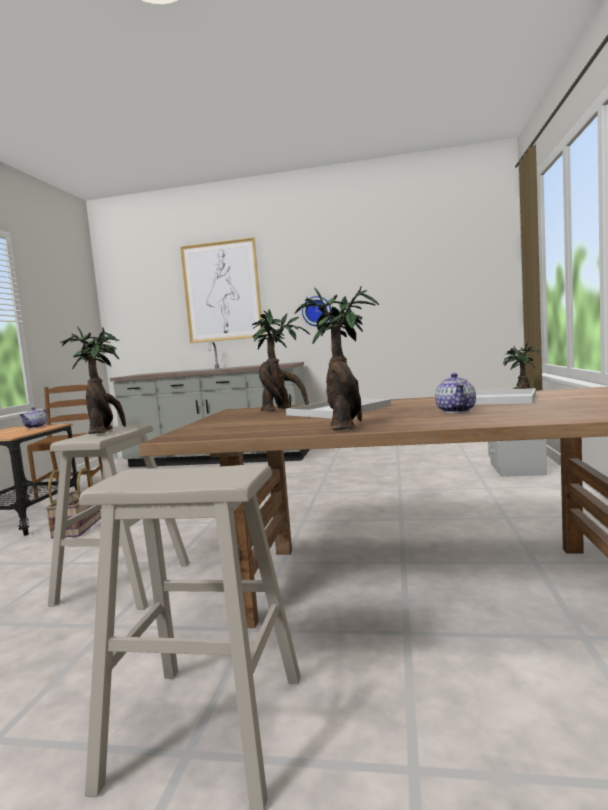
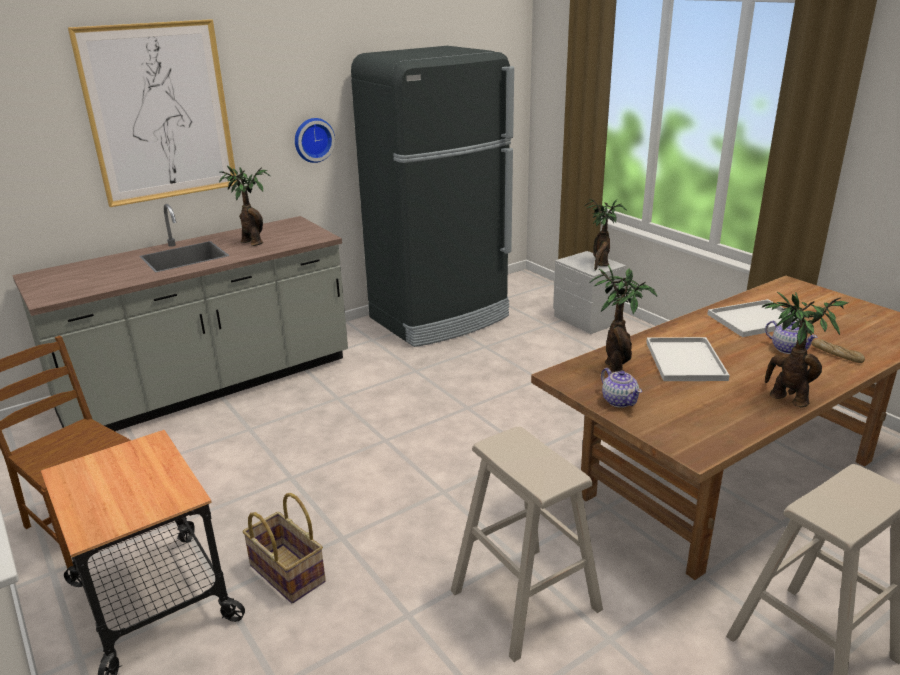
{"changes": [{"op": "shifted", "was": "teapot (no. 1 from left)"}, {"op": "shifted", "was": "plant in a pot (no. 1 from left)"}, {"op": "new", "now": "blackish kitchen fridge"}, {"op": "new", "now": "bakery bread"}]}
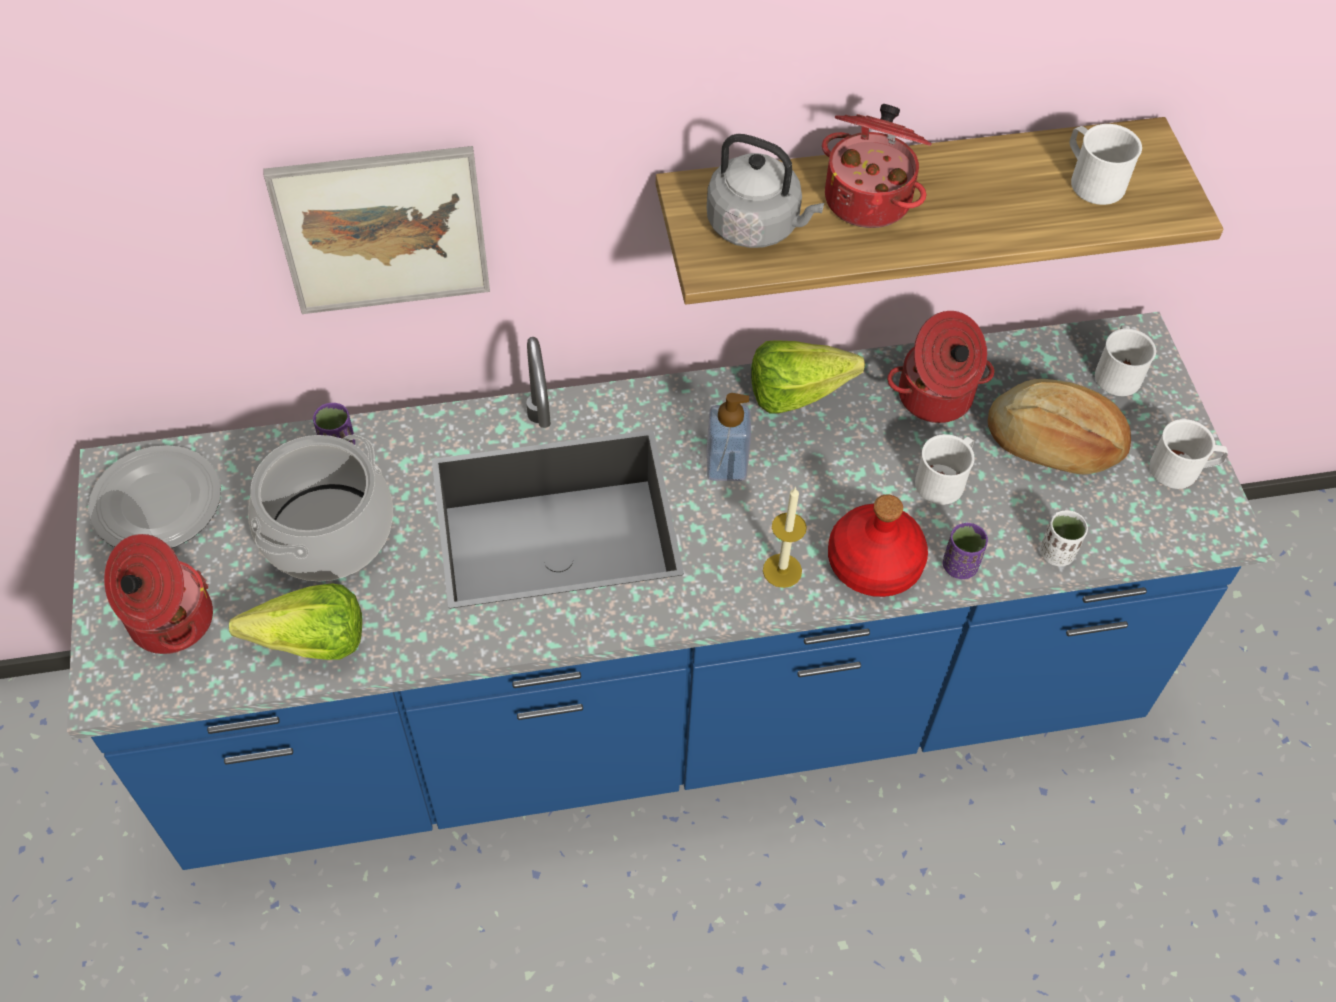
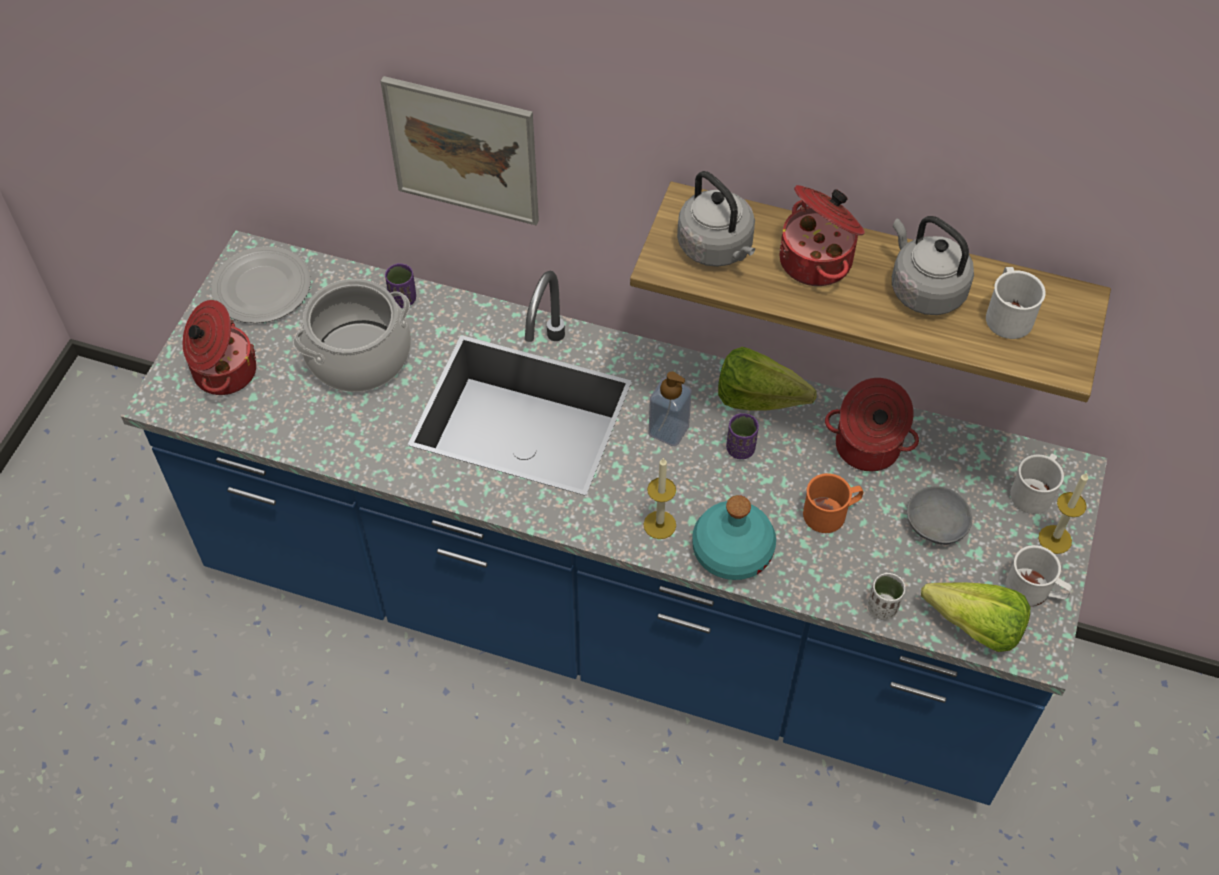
{"changes": [{"op": "shifted", "was": "head of lettuce (no. 1 from left in the first image)", "now": "head of lettuce (no. 2 from left)"}, {"op": "repainted", "was": "red beverage bottle", "now": "turquoise beverage bottle"}, {"op": "repainted", "was": "white coffee mug (no. 1 from left)", "now": "orangey coffee mug"}, {"op": "shifted", "was": "purple-coloured drinking cup (no. 2 from left)"}, {"op": "swapped", "was": "bakery bread", "now": "grey deep dish"}, {"op": "new", "now": "grey water kettle (no. 2 from left)"}, {"op": "new", "now": "candle (no. 2 from left)"}]}
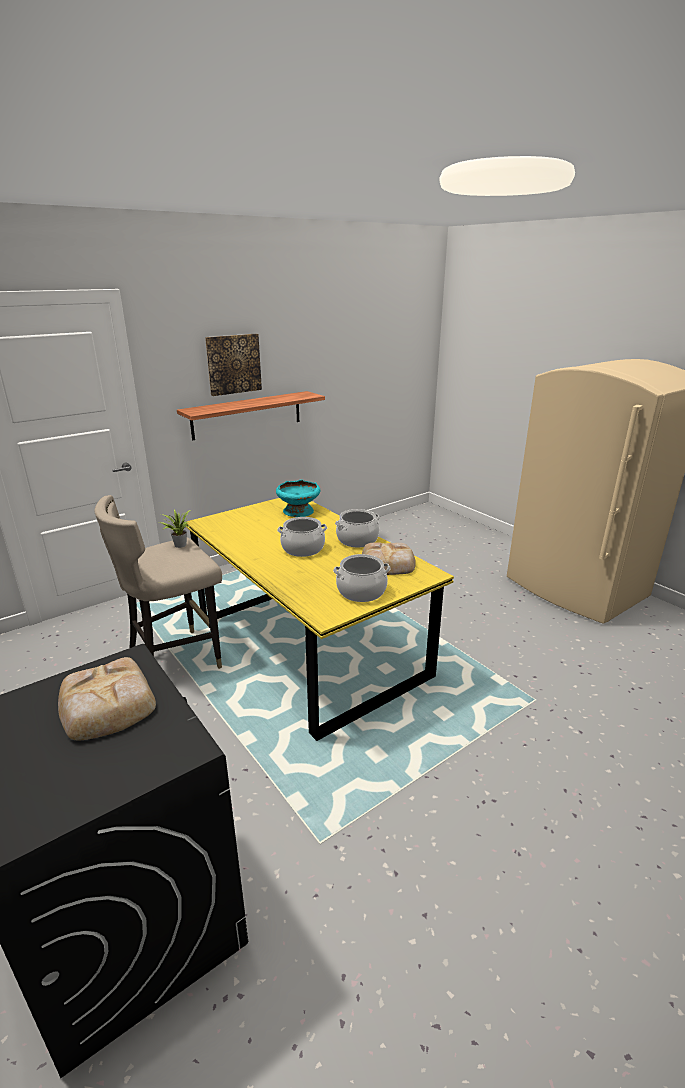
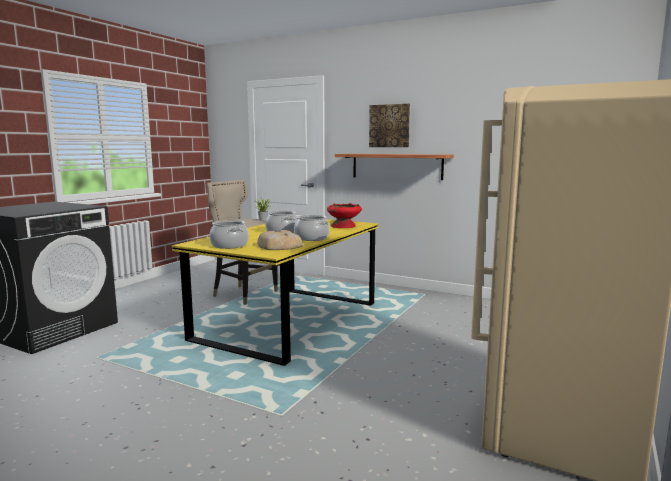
{"changes": [{"op": "gone", "was": "bakery bread (no. 1 from left)"}, {"op": "repainted", "was": "turquoise deep dish", "now": "red deep dish"}]}
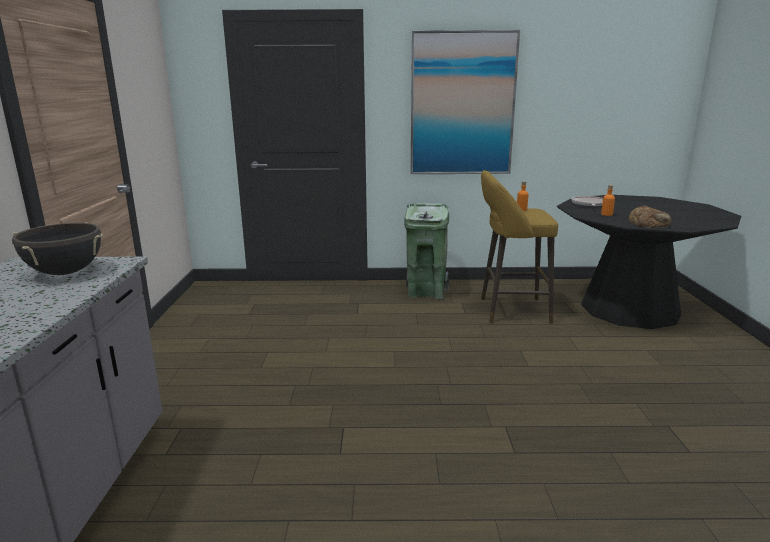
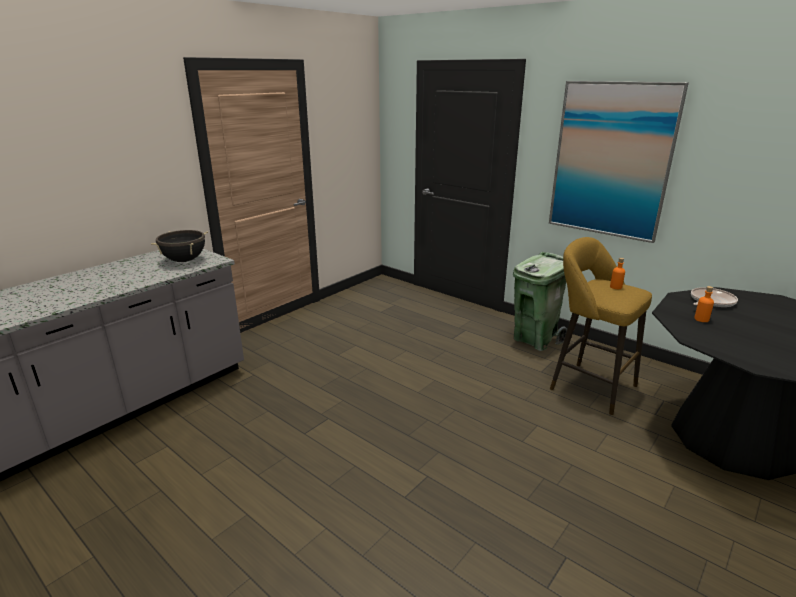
{"changes": [{"op": "gone", "was": "bakery bread"}]}
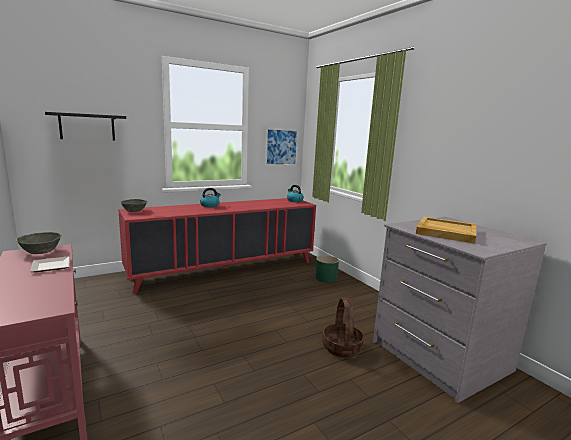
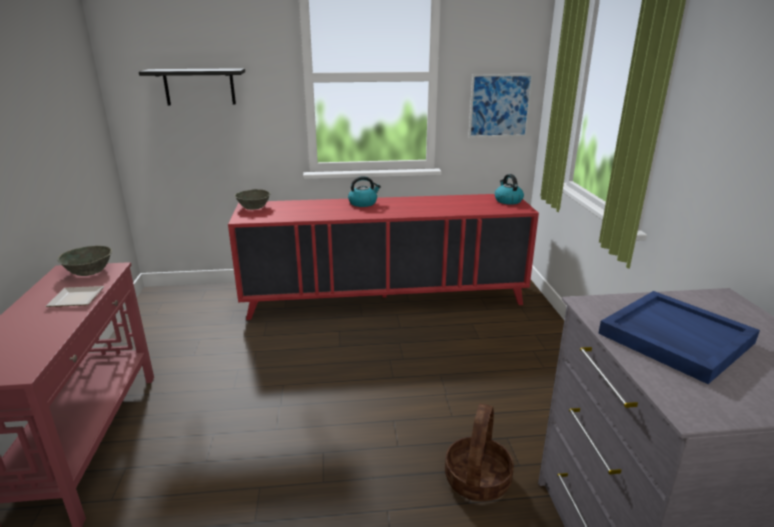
{"changes": [{"op": "gone", "was": "green plant pot"}, {"op": "repainted", "was": "beige serving tray", "now": "blue serving tray"}]}
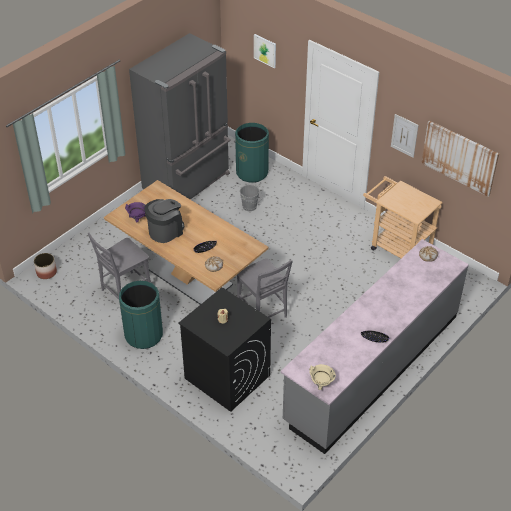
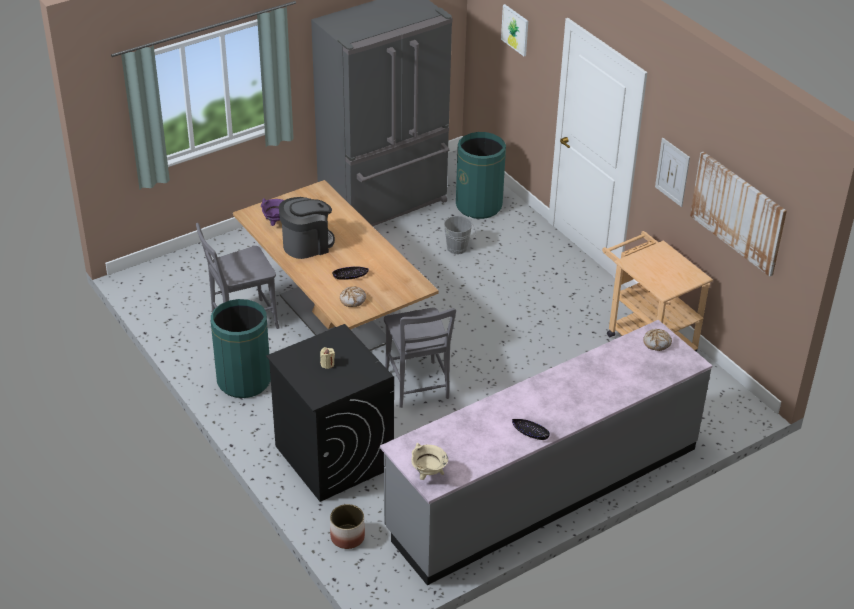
{"changes": [{"op": "shifted", "was": "plant pot"}]}
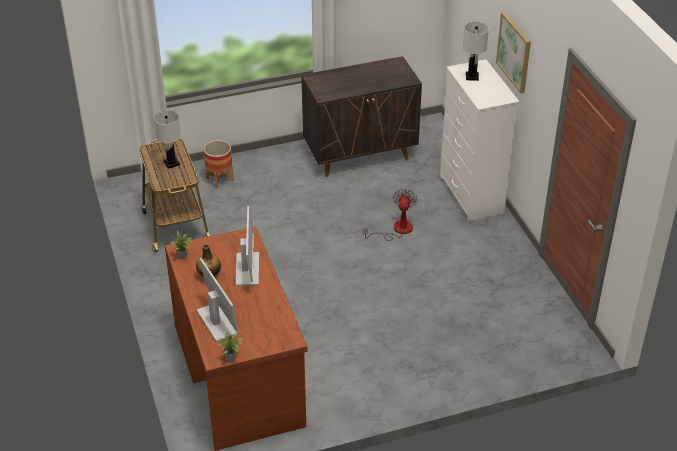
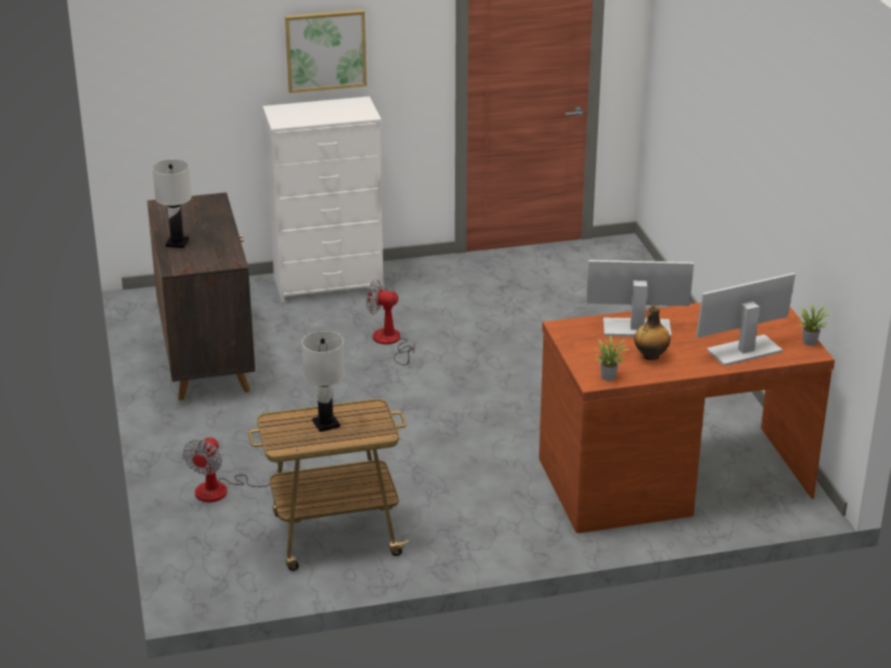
{"changes": [{"op": "swapped", "was": "plant pot", "now": "cooling fan (no. 1 from left)"}, {"op": "shifted", "was": "white tabletop lamp (no. 2 from left in the first image)", "now": "white tabletop lamp (no. 1 from left)"}]}
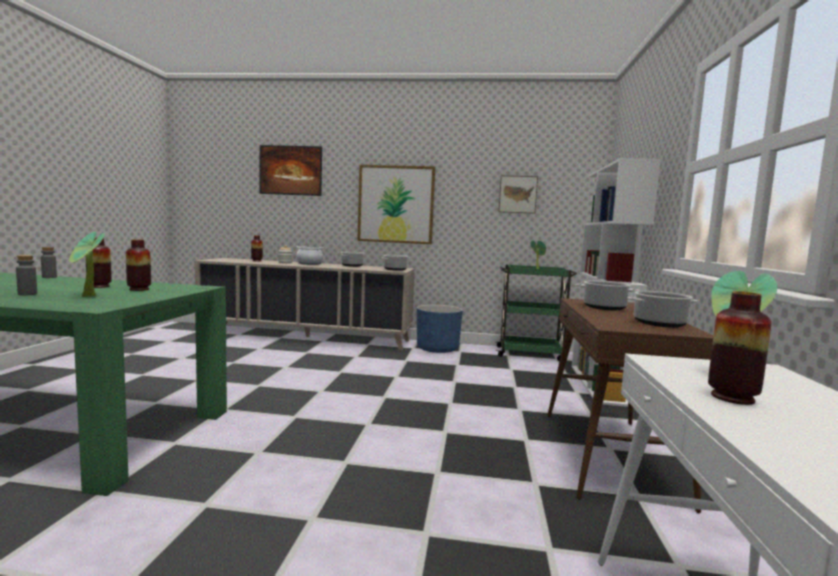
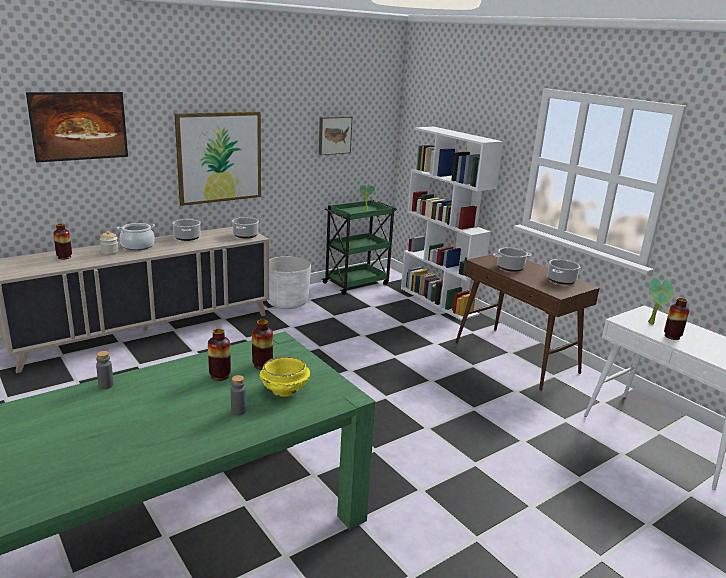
{"changes": [{"op": "swapped", "was": "plant in a pot (no. 1 from left)", "now": "yellow-coloured deep dish"}, {"op": "repainted", "was": "blue plant pot", "now": "white plant pot"}]}
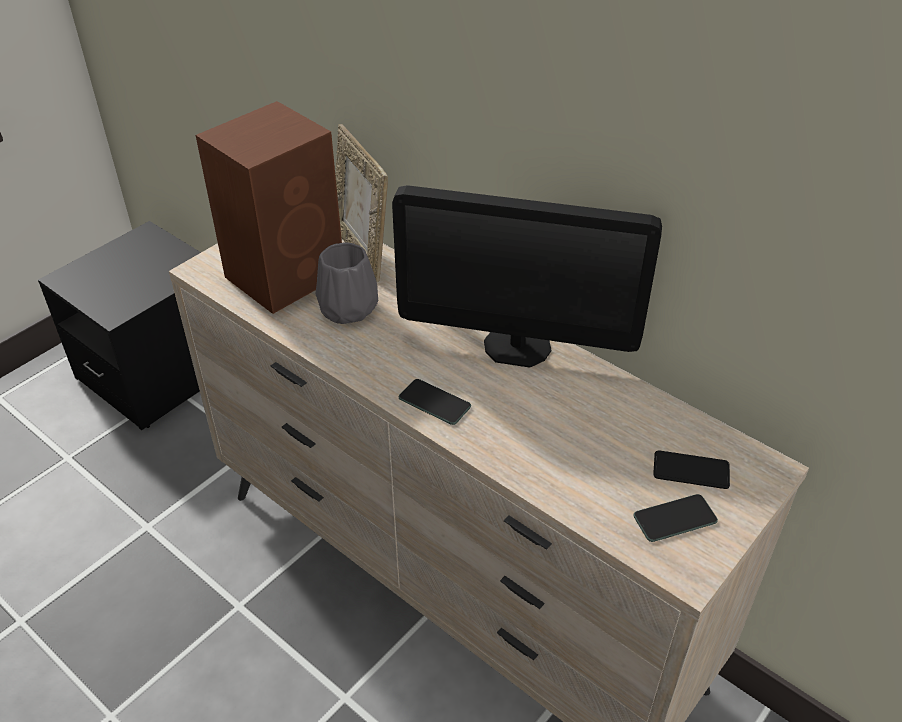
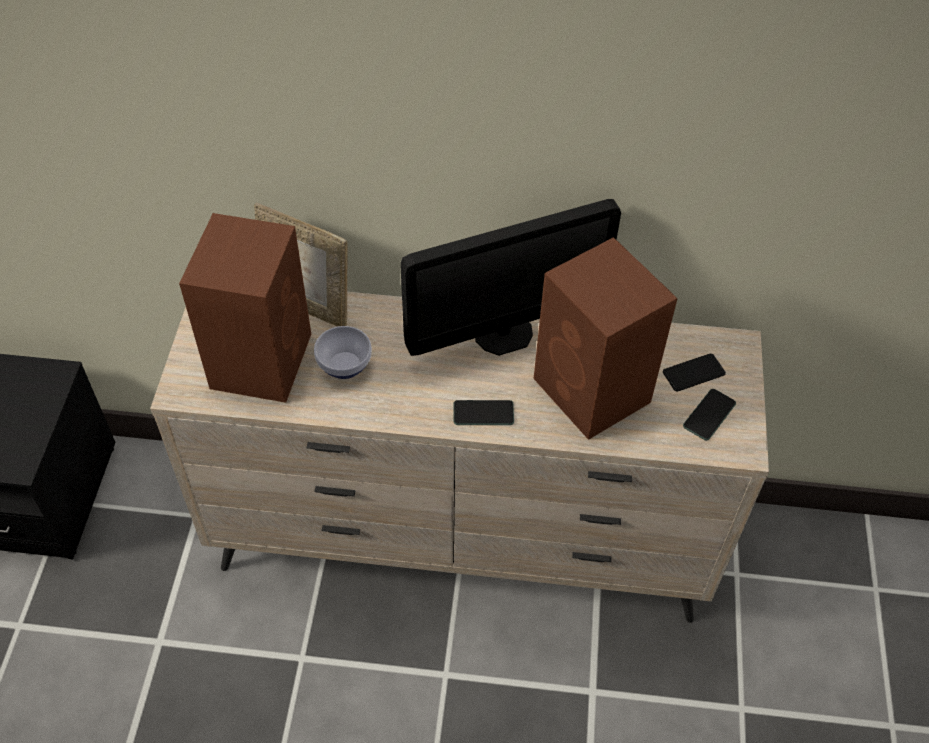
{"changes": [{"op": "swapped", "was": "grey vase", "now": "deep dish"}, {"op": "new", "now": "brown loudspeaker (no. 2 from left)"}]}
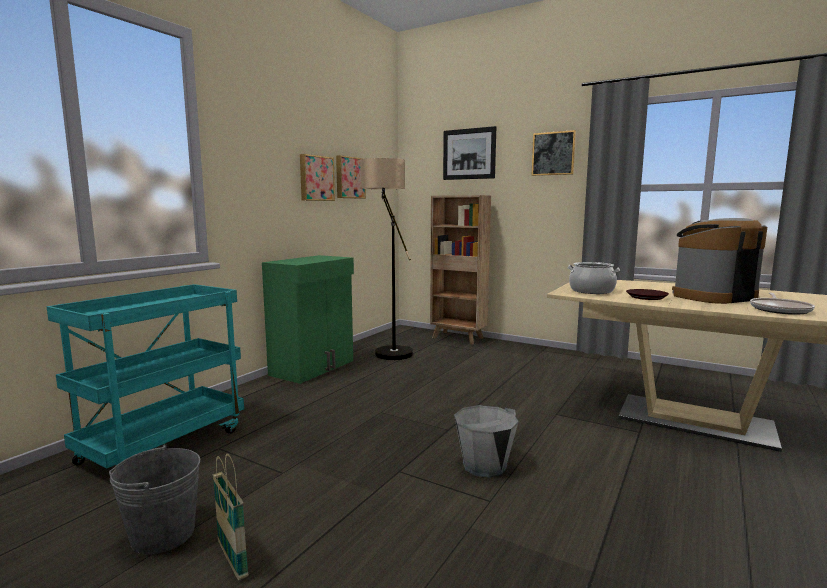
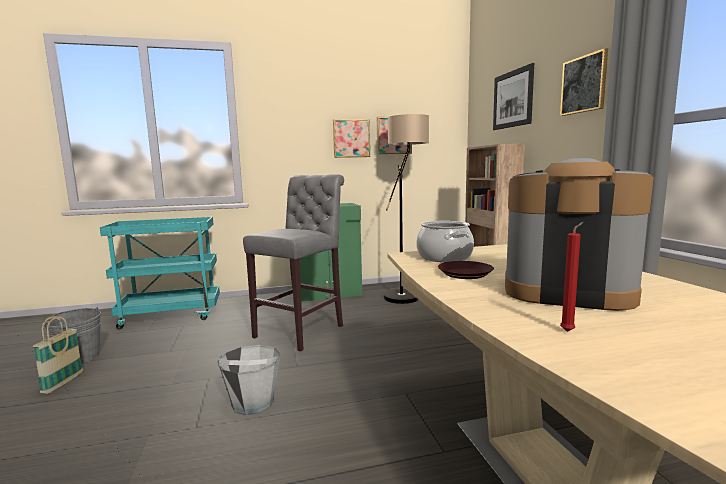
{"changes": [{"op": "swapped", "was": "skillet", "now": "red candle"}, {"op": "new", "now": "grey stool seat"}]}
